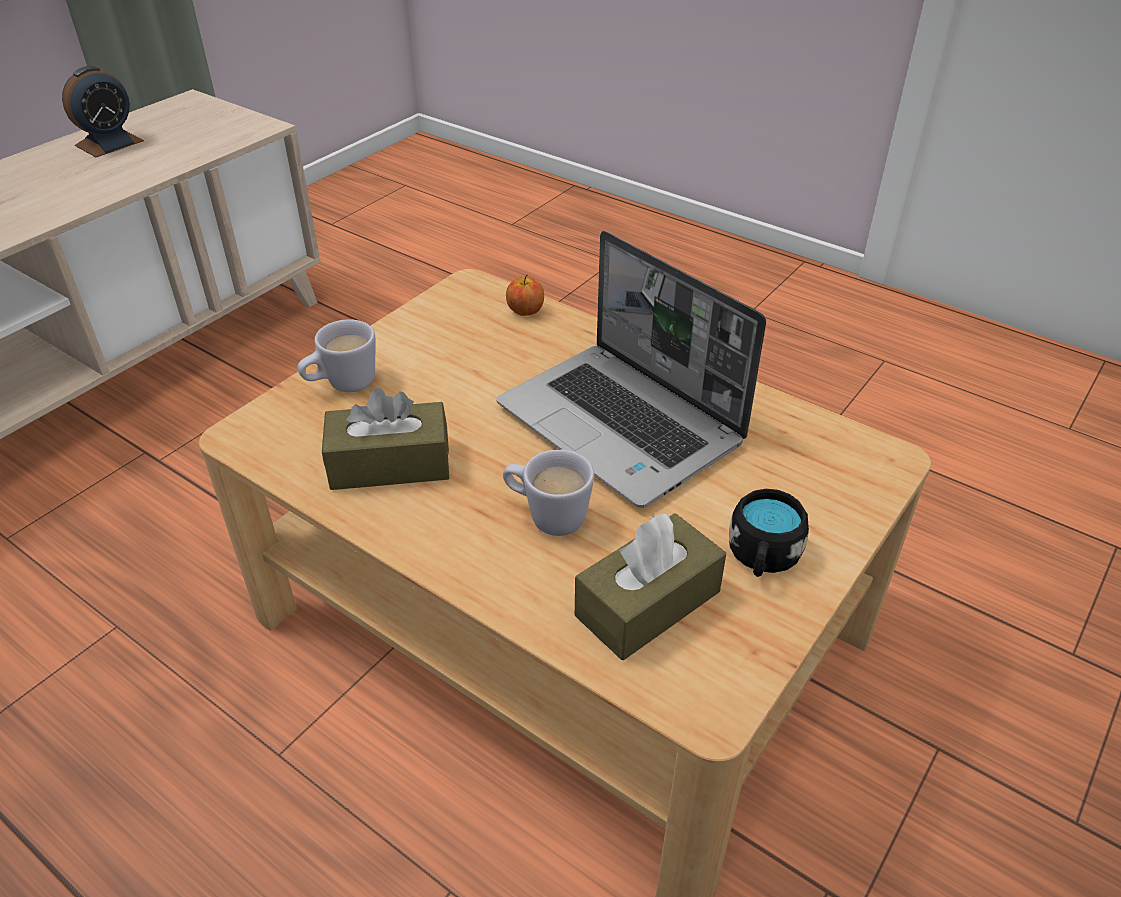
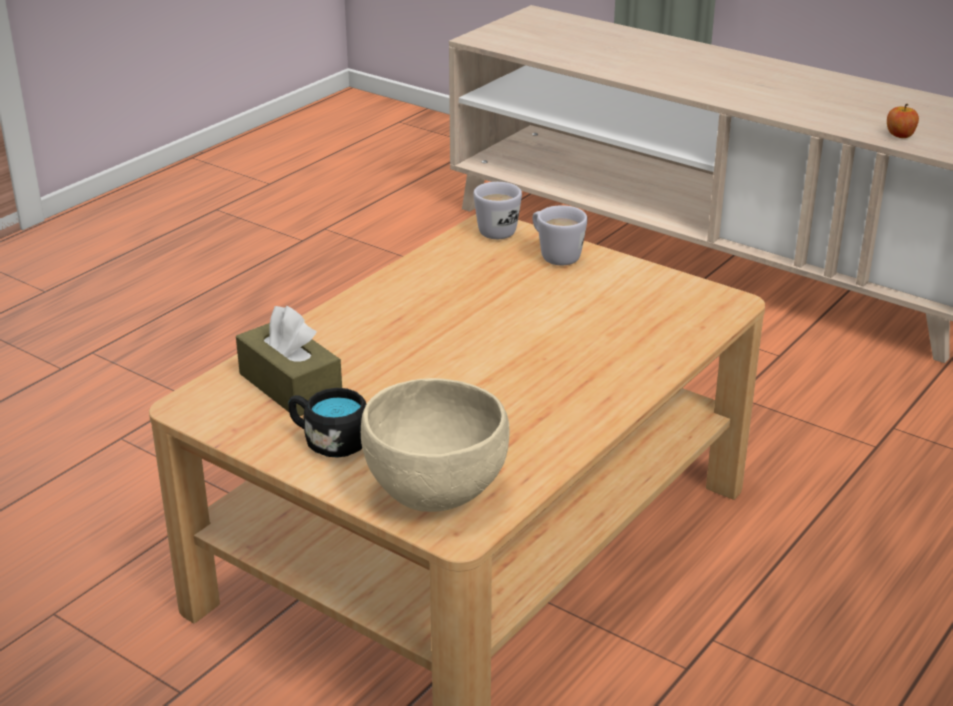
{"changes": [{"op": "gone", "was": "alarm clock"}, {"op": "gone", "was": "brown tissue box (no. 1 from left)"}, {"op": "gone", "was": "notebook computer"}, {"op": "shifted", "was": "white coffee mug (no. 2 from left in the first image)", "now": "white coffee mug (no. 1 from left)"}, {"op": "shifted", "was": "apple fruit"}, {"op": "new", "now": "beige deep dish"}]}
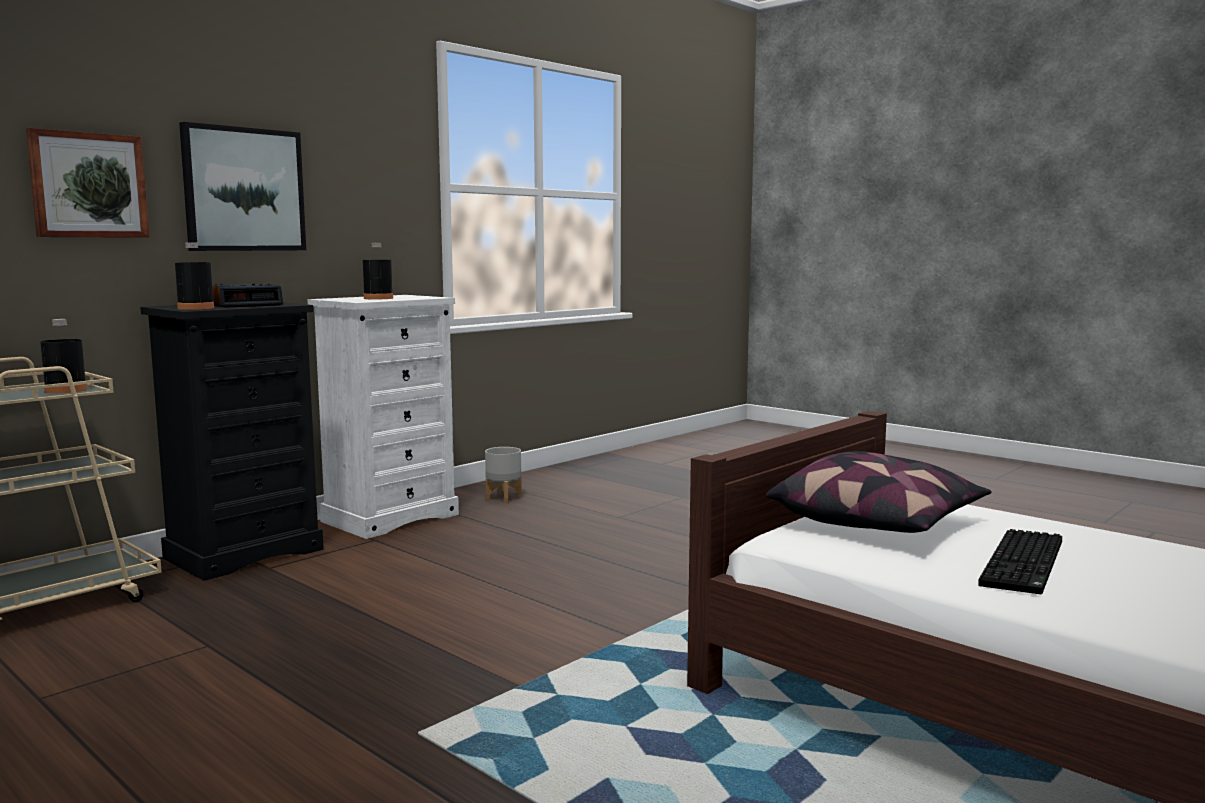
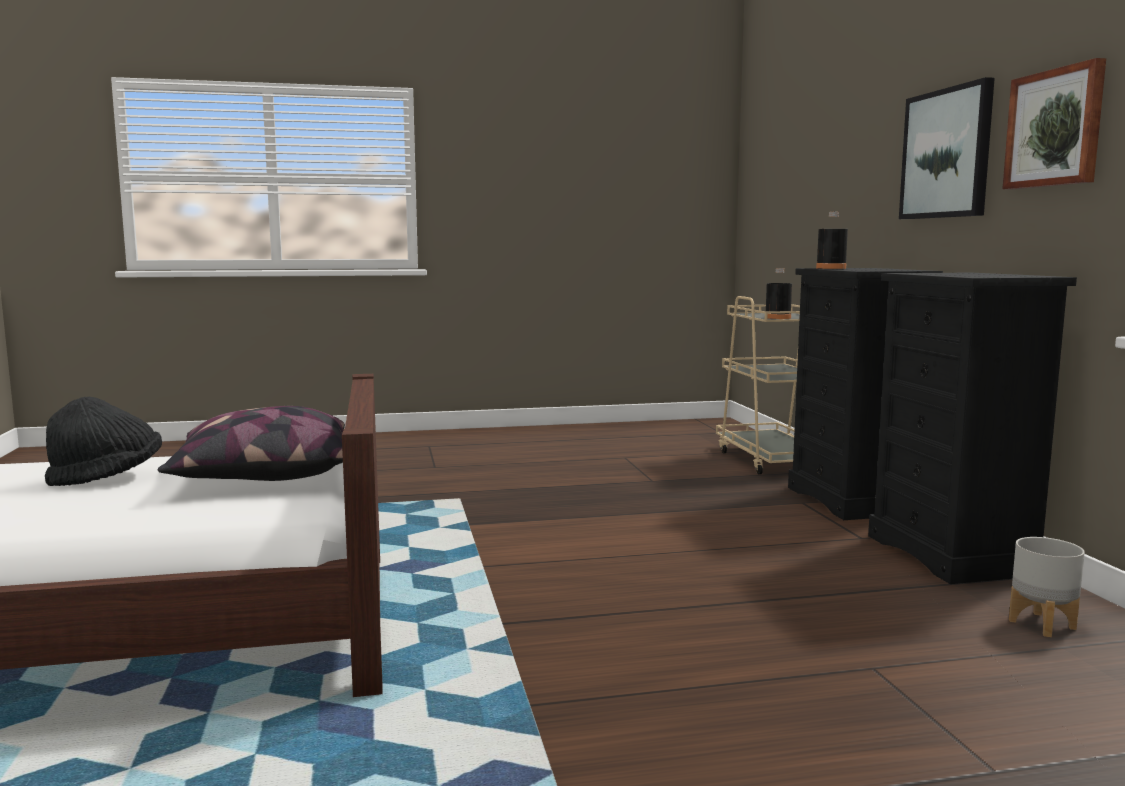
{"changes": [{"op": "shifted", "was": "wall picture (no. 1 from left in the first image)", "now": "wall picture (no. 2 from left)"}, {"op": "gone", "was": "alarm clock"}, {"op": "repainted", "was": "white dresser", "now": "blackish dresser (no. 2 from left)"}, {"op": "gone", "was": "blackish beverage bottle (no. 3 from left)"}, {"op": "swapped", "was": "keyboard", "now": "blackish wearable hat"}]}
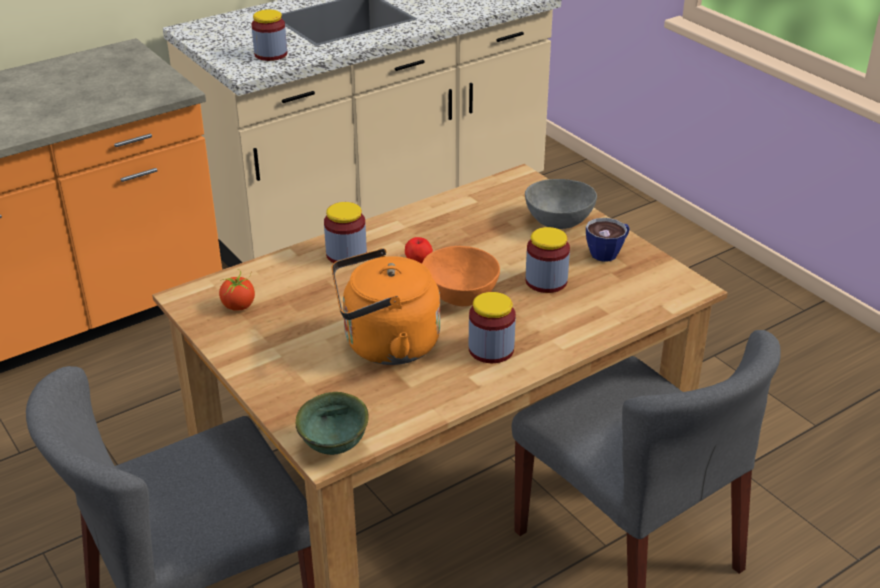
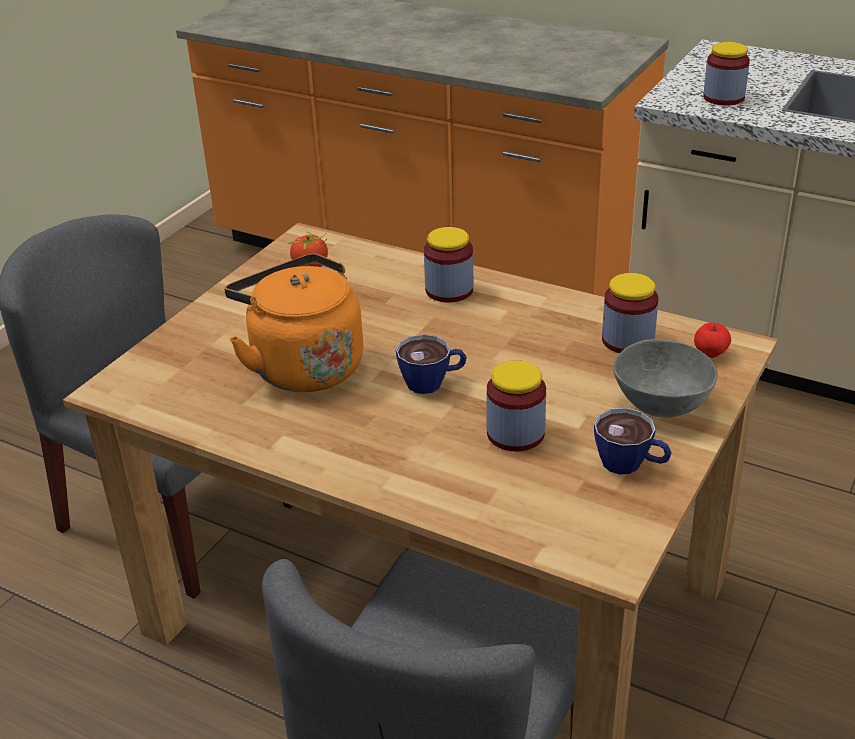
{"changes": [{"op": "gone", "was": "green deep dish"}, {"op": "shifted", "was": "apple fruit"}, {"op": "swapped", "was": "orangey deep dish", "now": "drinking cup (no. 1 from left)"}, {"op": "shifted", "was": "jar (no. 3 from left)"}]}
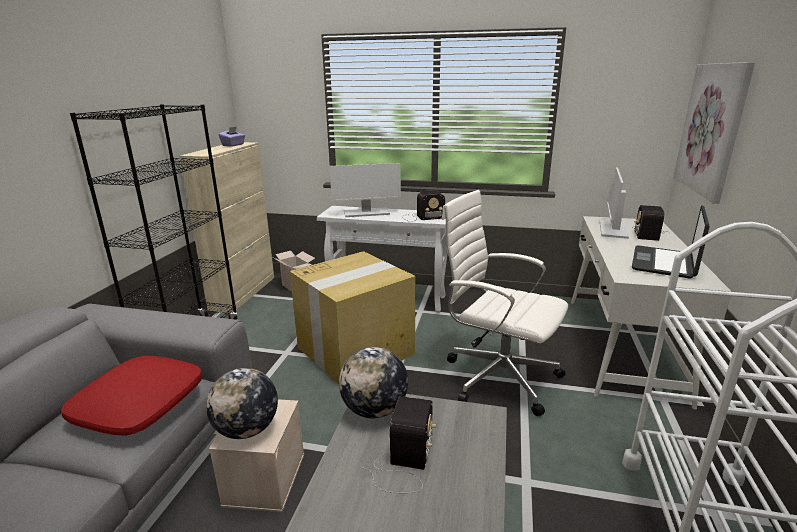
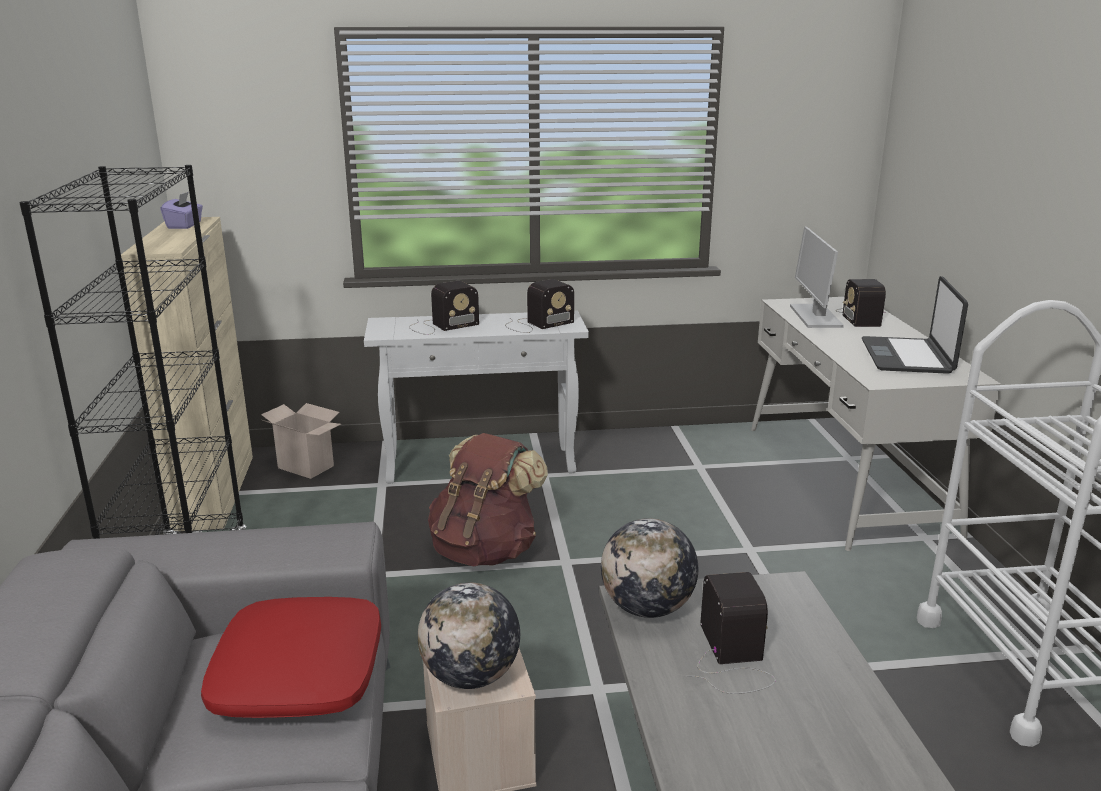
{"changes": [{"op": "swapped", "was": "cardboard box (no. 2 from left)", "now": "brown backpack"}, {"op": "swapped", "was": "monitor (no. 1 from left)", "now": "radio receiver (no. 1 from left)"}, {"op": "gone", "was": "white computer chair"}, {"op": "gone", "was": "wall picture"}]}
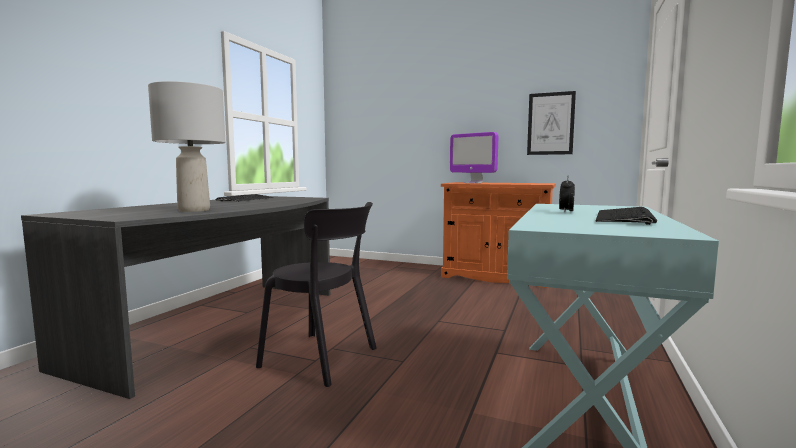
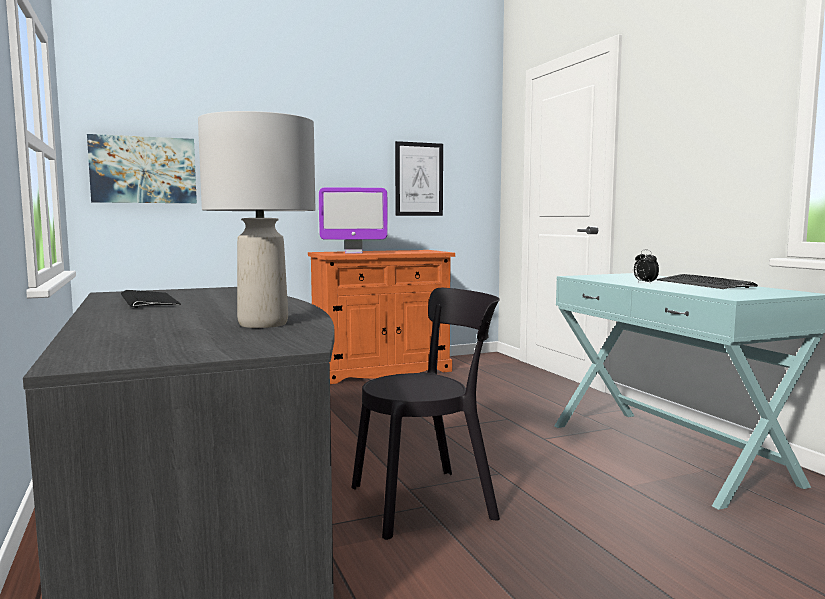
{"changes": [{"op": "new", "now": "wall picture (no. 1 from left)"}]}
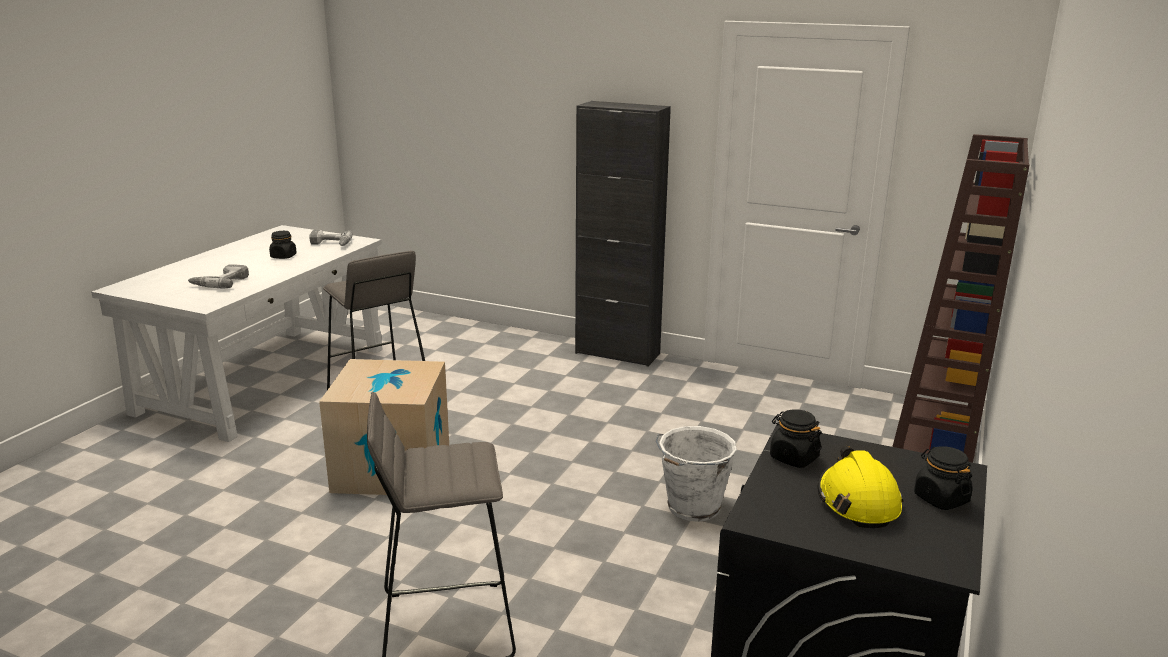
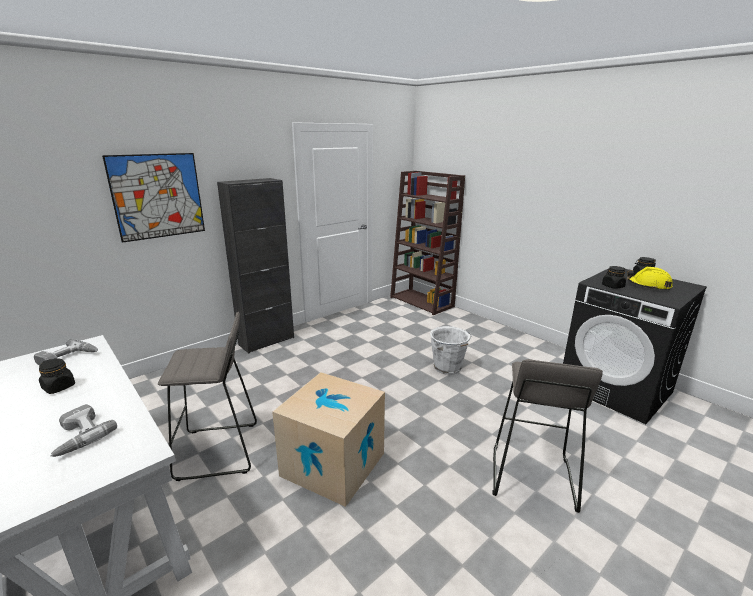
{"changes": [{"op": "new", "now": "wall picture"}]}
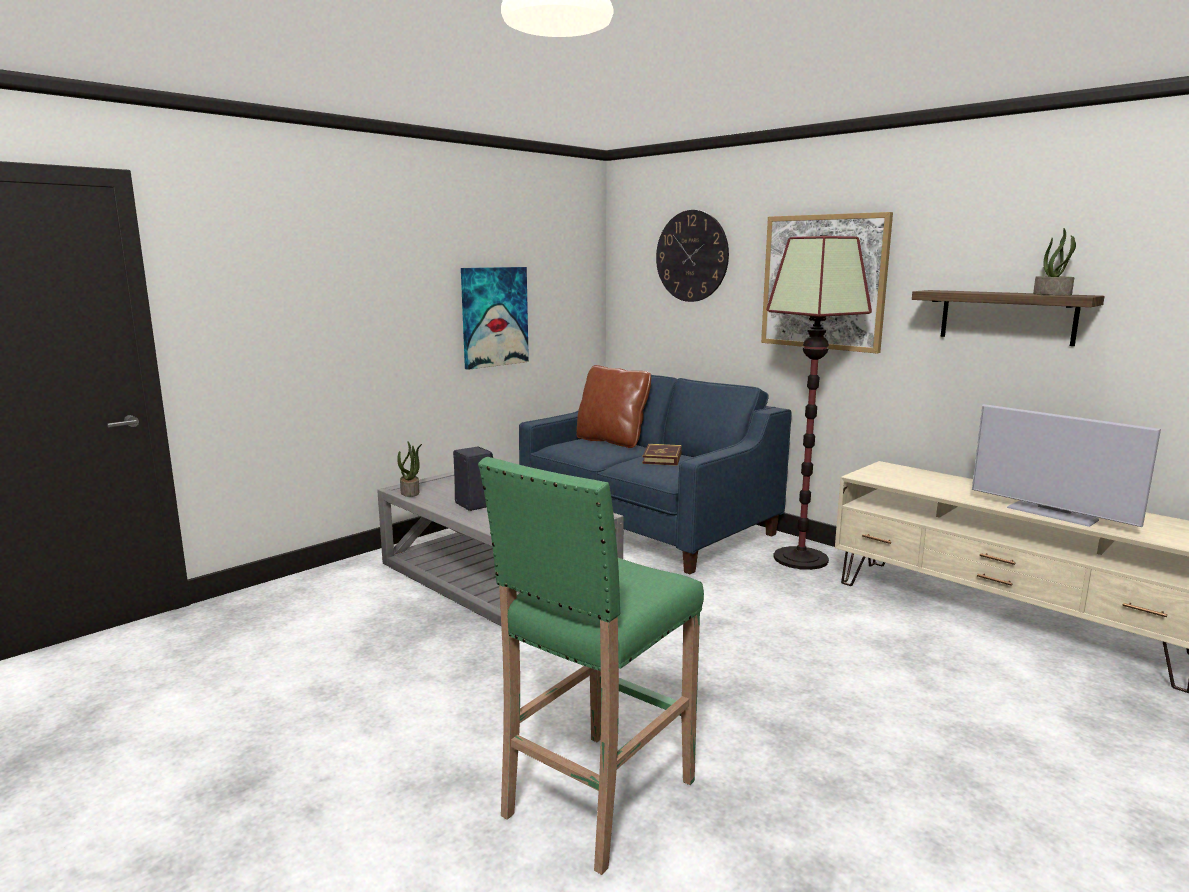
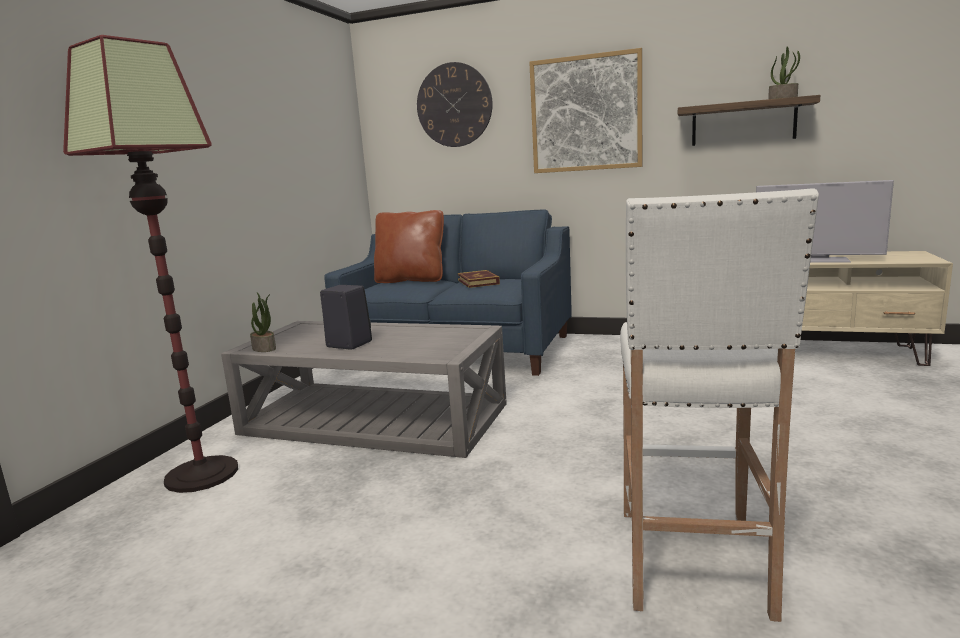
{"changes": [{"op": "gone", "was": "wall picture (no. 1 from left)"}, {"op": "repainted", "was": "green stool seat", "now": "white stool seat"}, {"op": "shifted", "was": "standard lamp"}]}
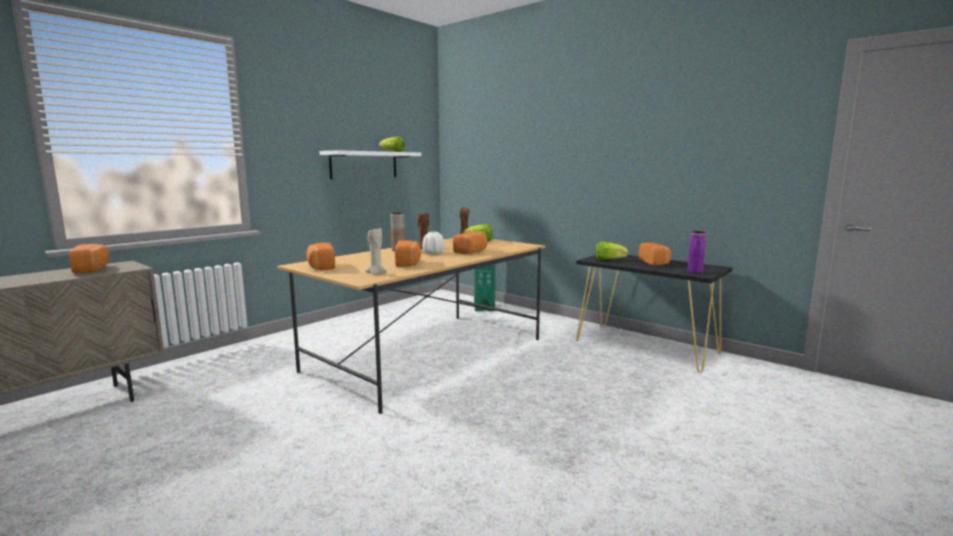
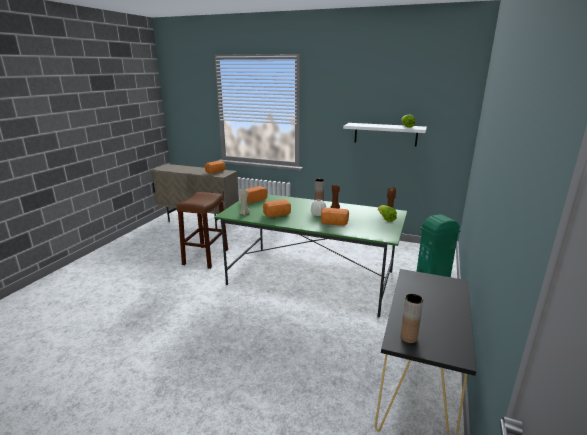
{"changes": [{"op": "repainted", "was": "beige dinner table", "now": "green dinner table"}, {"op": "gone", "was": "head of lettuce (no. 3 from left)"}, {"op": "gone", "was": "bakery bread (no. 5 from left)"}, {"op": "repainted", "was": "purple-coloured vase", "now": "brown vase (no. 2 from left)"}, {"op": "new", "now": "brown stool seat"}]}
